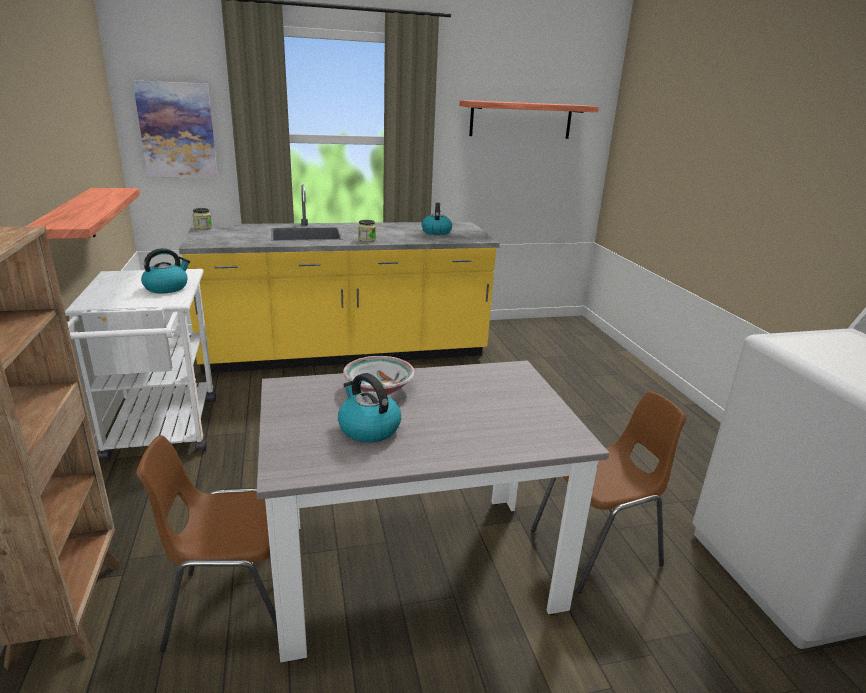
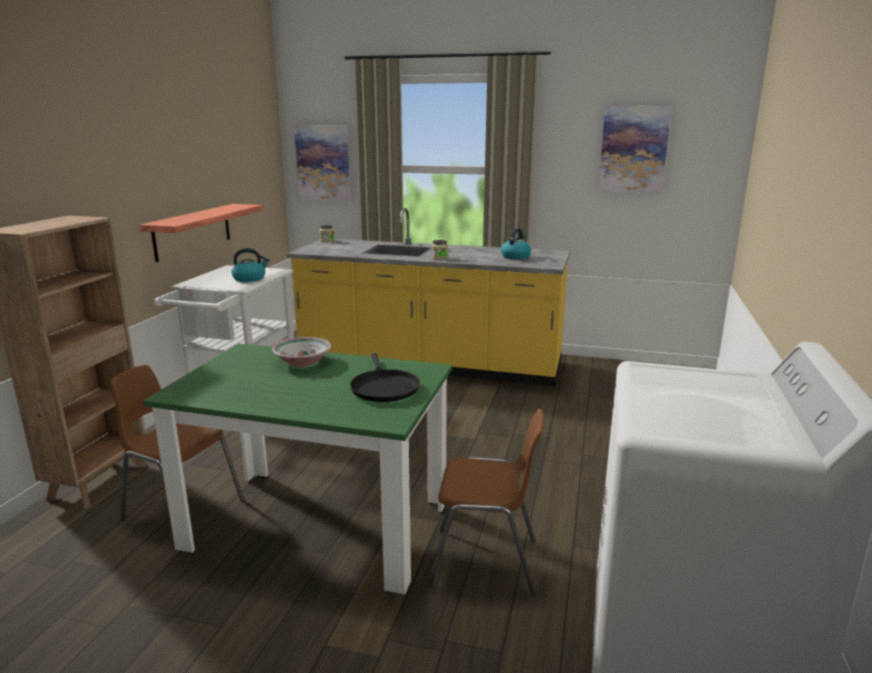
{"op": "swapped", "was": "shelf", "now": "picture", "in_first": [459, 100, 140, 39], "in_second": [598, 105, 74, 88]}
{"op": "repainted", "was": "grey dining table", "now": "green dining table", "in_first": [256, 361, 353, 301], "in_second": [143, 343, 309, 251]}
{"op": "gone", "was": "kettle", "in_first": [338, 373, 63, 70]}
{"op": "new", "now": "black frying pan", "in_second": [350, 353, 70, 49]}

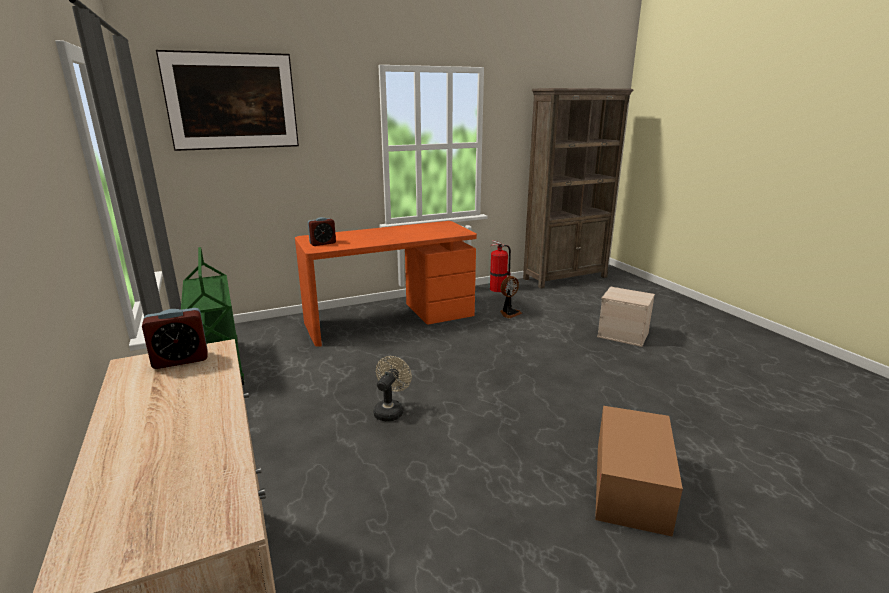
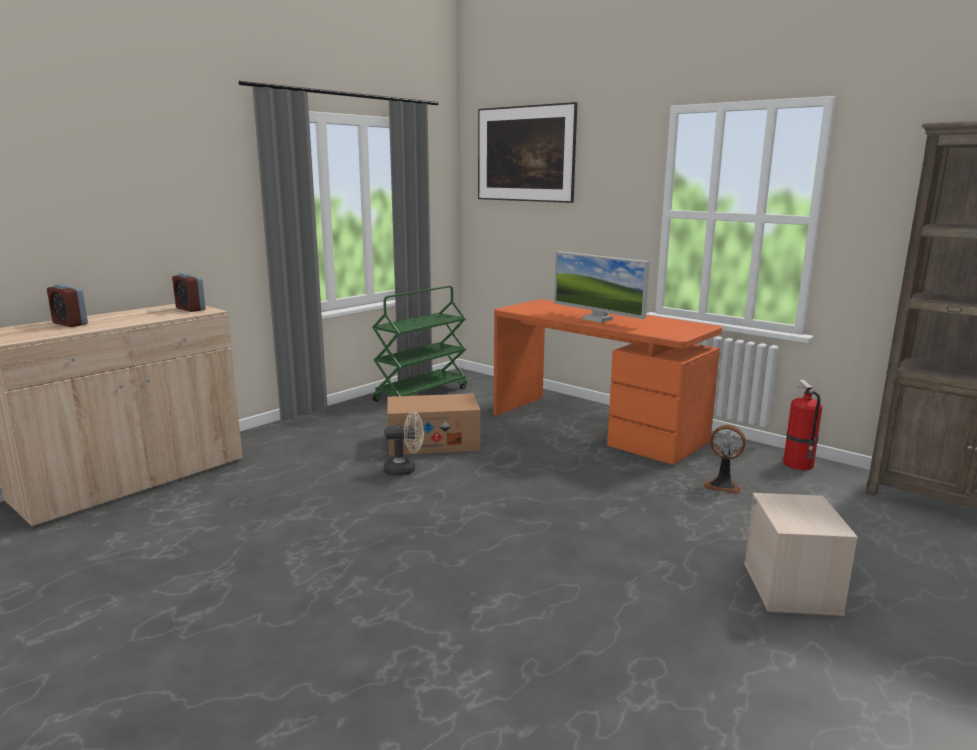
{"op": "shifted", "was": "alarm clock", "in_first": [308, 217, 28, 29], "in_second": [47, 283, 41, 44]}
{"op": "shifted", "was": "cardboard box", "in_first": [595, 406, 88, 131], "in_second": [387, 393, 93, 62]}
{"op": "new", "now": "monitor", "in_second": [554, 251, 96, 72]}

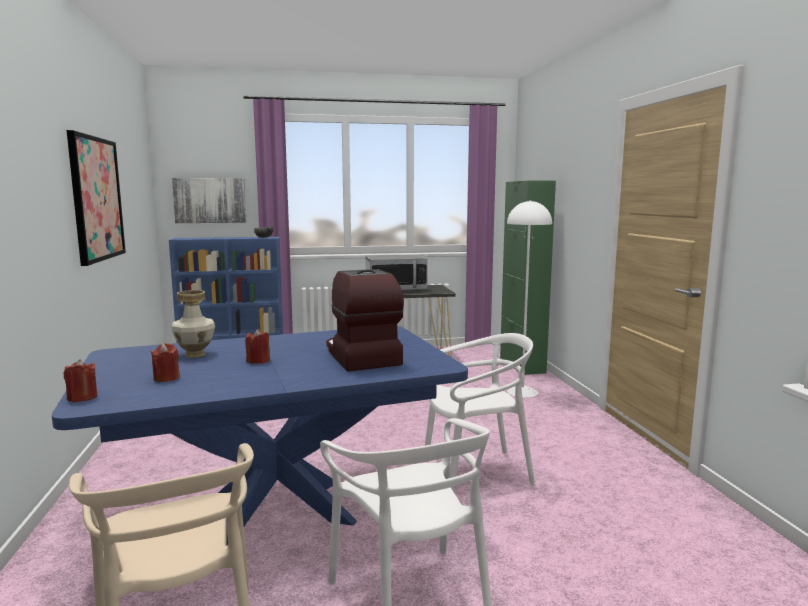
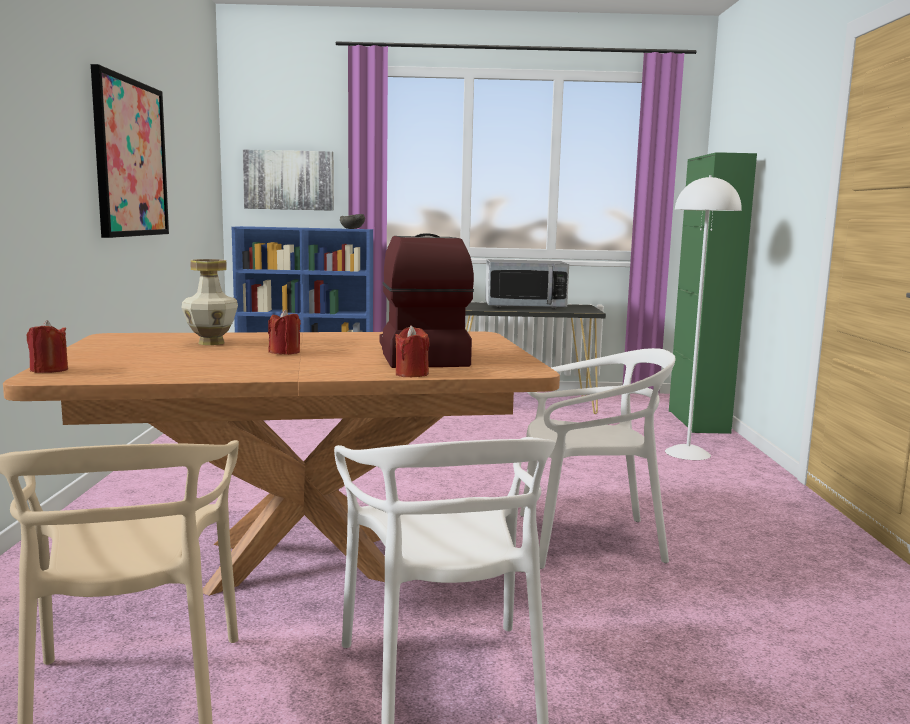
{"op": "repainted", "was": "blue dining table", "now": "brown dining table", "in_first": [52, 326, 416, 219], "in_second": [3, 331, 557, 265]}
{"op": "shifted", "was": "red candle", "in_first": [151, 343, 29, 39], "in_second": [395, 325, 35, 52]}

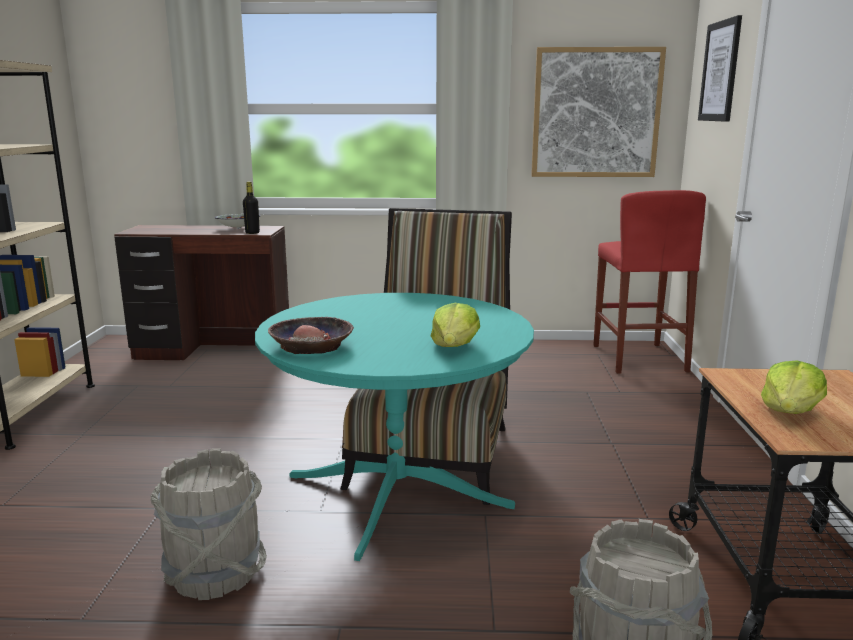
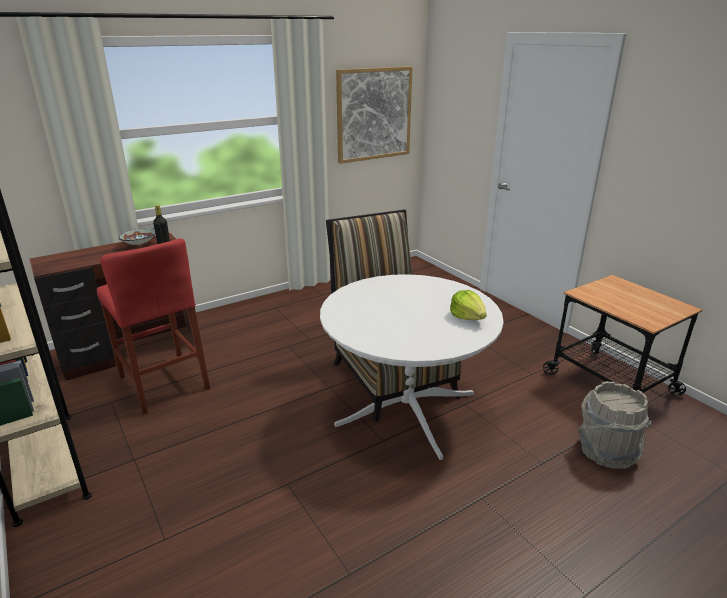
{"op": "gone", "was": "picture", "in_first": [698, 15, 44, 107]}
{"op": "shifted", "was": "red stool", "in_first": [593, 190, 113, 184], "in_second": [97, 238, 113, 177]}
{"op": "repainted", "was": "turquoise dining table", "now": "white dining table", "in_first": [255, 293, 279, 268], "in_second": [320, 274, 184, 186]}
{"op": "gone", "was": "bowl", "in_first": [268, 317, 86, 37]}
{"op": "gone", "was": "lettuce", "in_first": [761, 360, 66, 54]}
{"op": "gone", "was": "grey bucket", "in_first": [151, 448, 116, 152]}

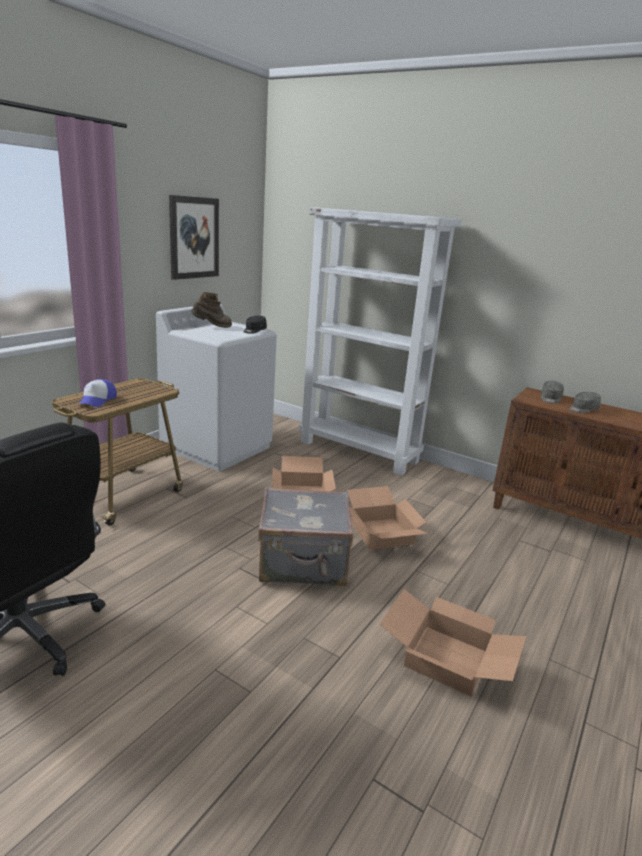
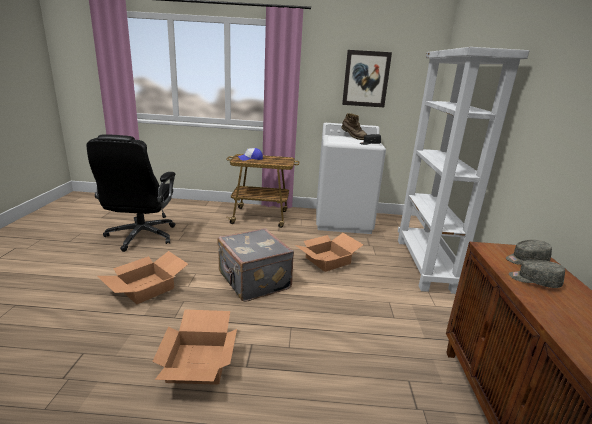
{"op": "shifted", "was": "cardboard box", "in_first": [347, 486, 81, 64], "in_second": [97, 251, 91, 53]}

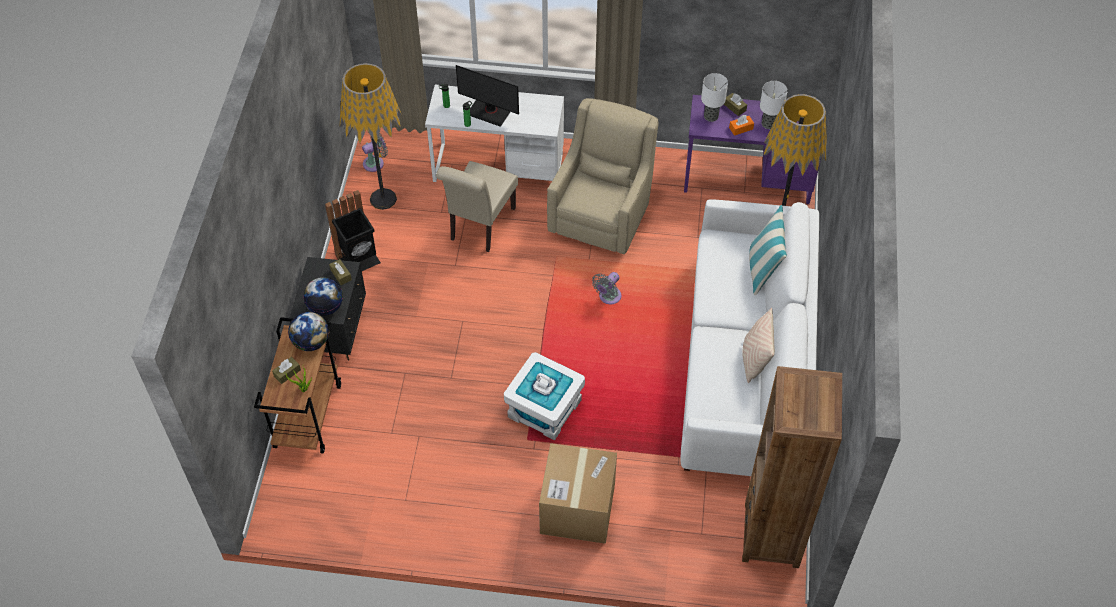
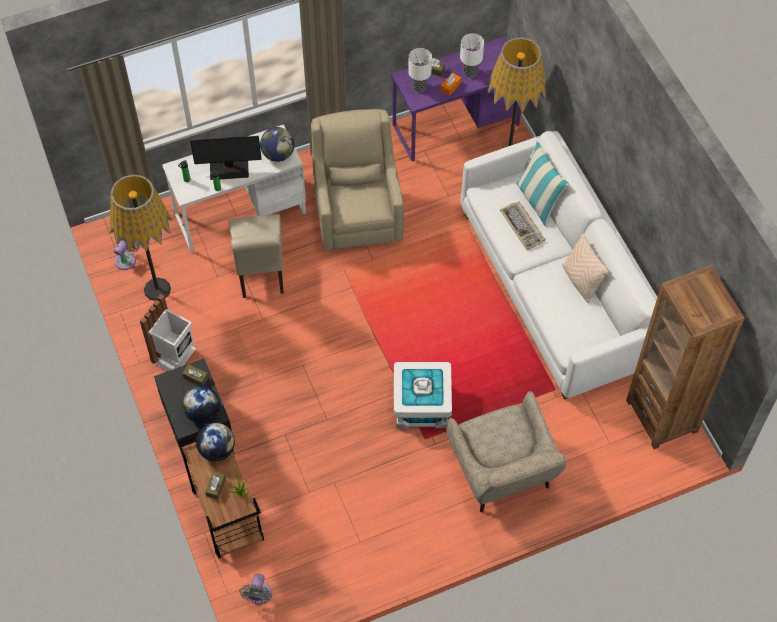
{"op": "repainted", "was": "black trash can", "now": "white trash can", "in_first": [325, 190, 56, 81], "in_second": [140, 294, 56, 77]}
{"op": "shifted", "was": "grey fan", "in_first": [592, 272, 29, 32], "in_second": [239, 574, 33, 31]}
{"op": "swapped", "was": "cardboard box", "now": "beige armchair", "in_first": [539, 443, 78, 101], "in_second": [446, 391, 120, 121]}
{"op": "new", "now": "globe", "in_second": [260, 127, 34, 35]}
{"op": "new", "now": "keyboard", "in_second": [500, 202, 45, 48]}

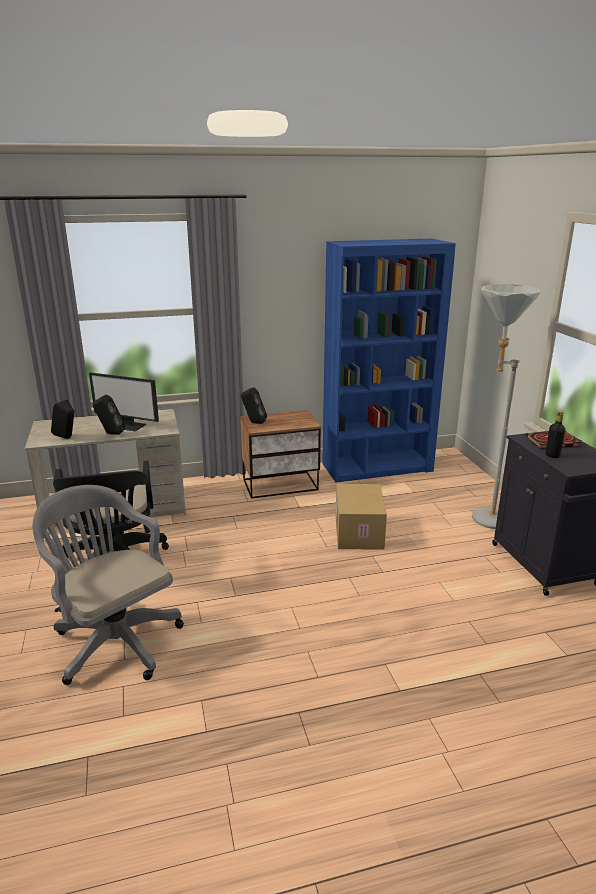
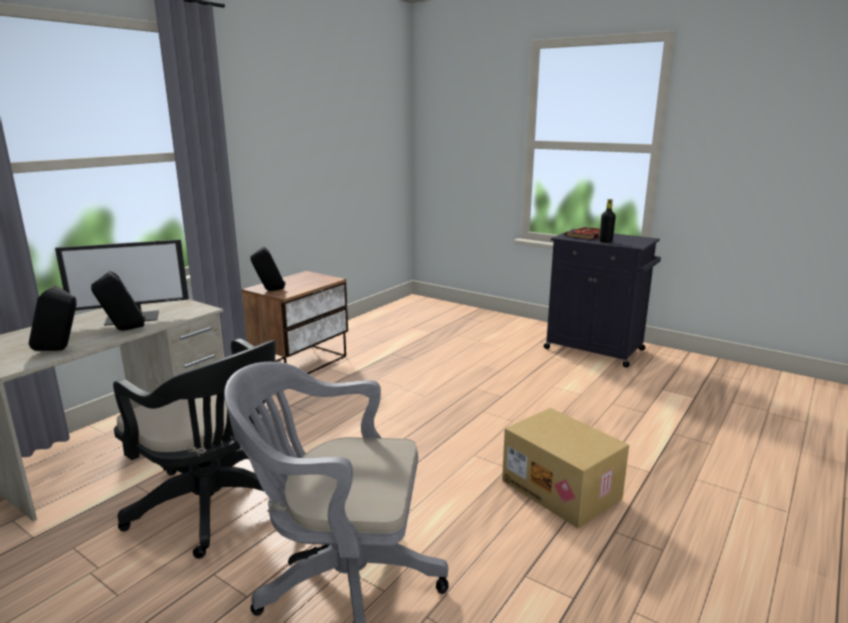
{"op": "gone", "was": "blue bookcase", "in_first": [322, 239, 134, 244]}
{"op": "gone", "was": "grey floor lamp", "in_first": [472, 284, 69, 245]}
{"op": "shifted", "was": "cardboard box", "in_first": [336, 484, 51, 66], "in_second": [502, 408, 127, 120]}

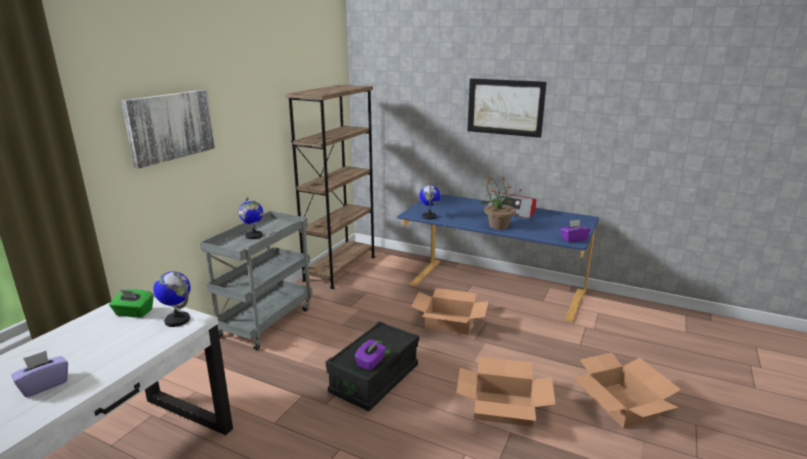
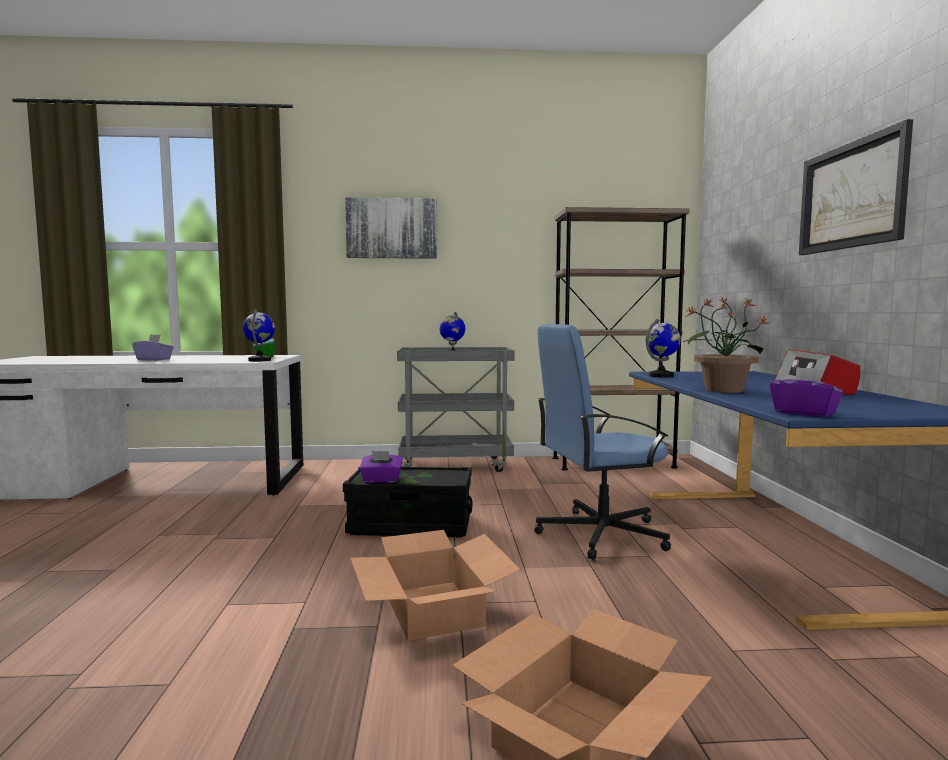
{"op": "swapped", "was": "cardboard box", "now": "blue office chair", "in_first": [411, 288, 78, 47], "in_second": [534, 324, 137, 236]}

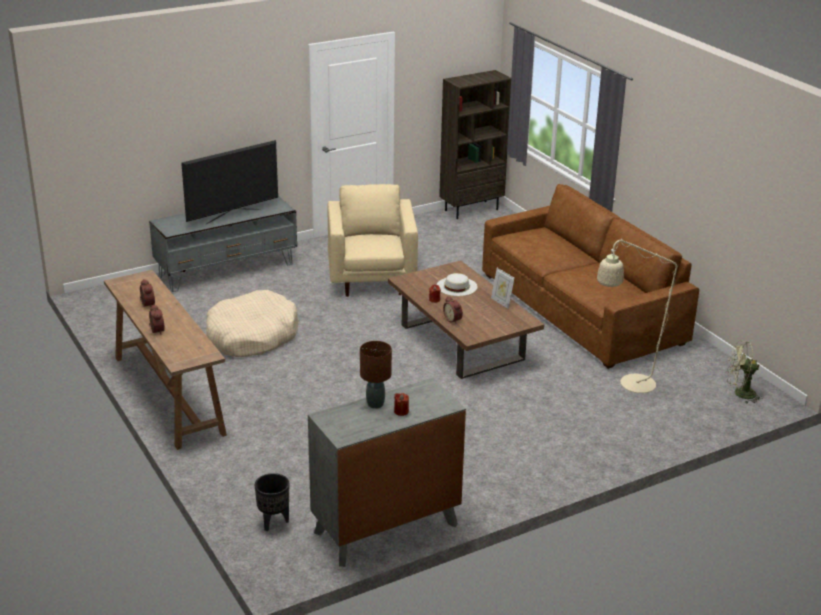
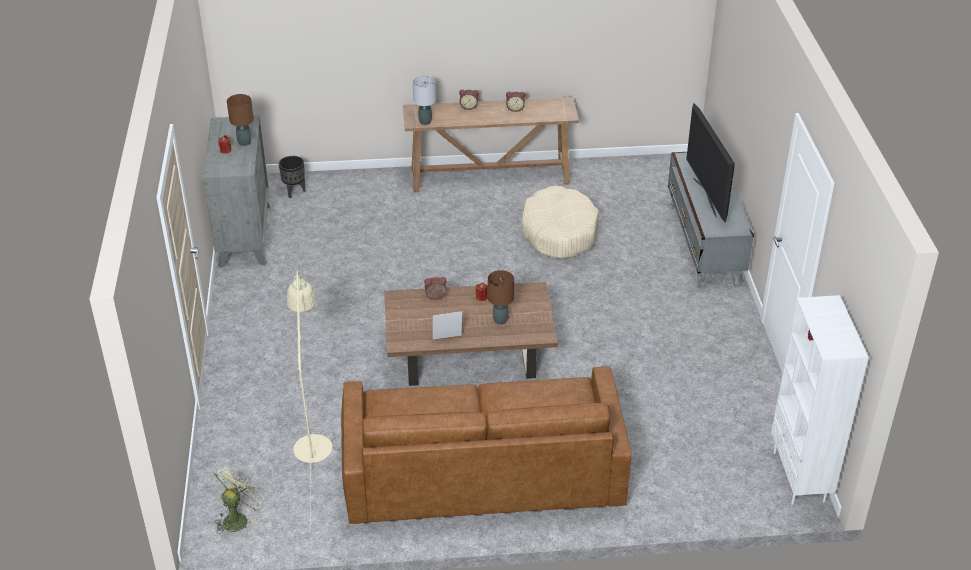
{"op": "repainted", "was": "brown bookcase", "now": "white bookcase", "in_first": [439, 70, 72, 149], "in_second": [771, 295, 98, 210]}
{"op": "gone", "was": "beige armchair", "in_first": [327, 184, 91, 113]}
{"op": "swapped", "was": "white hat", "now": "brown table lamp", "in_first": [437, 273, 41, 23], "in_second": [488, 270, 26, 55]}
{"op": "new", "now": "grey table lamp", "in_second": [413, 76, 23, 49]}

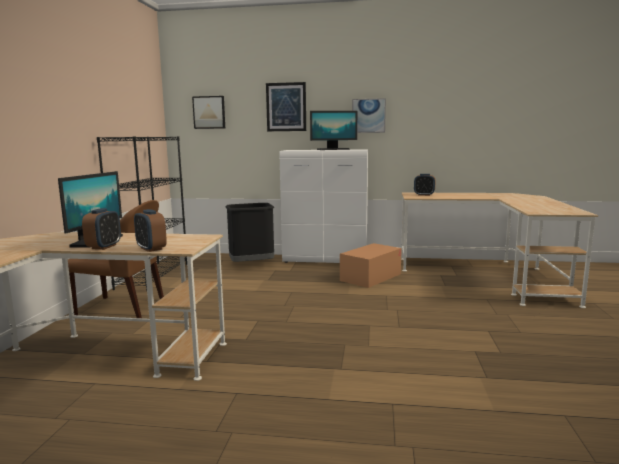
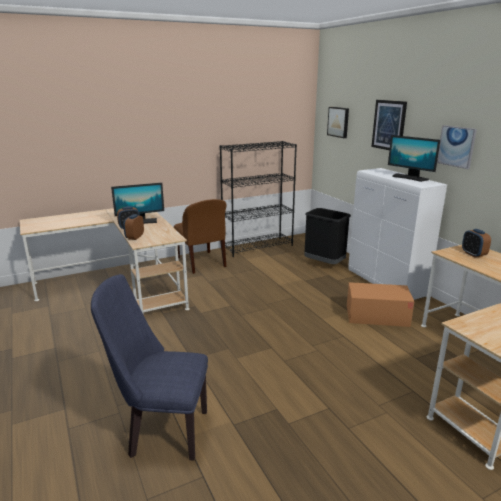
{"op": "new", "now": "blue chair", "in_second": [91, 274, 117, 187]}

